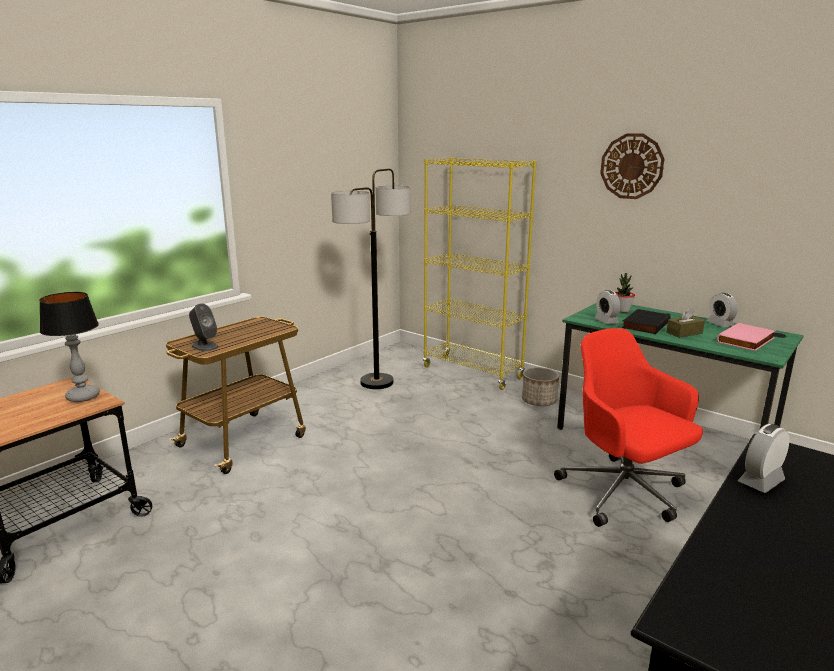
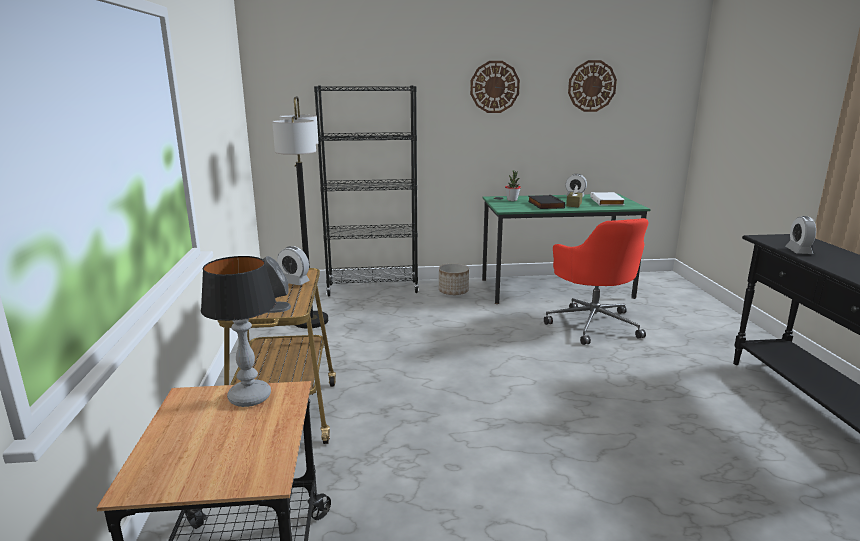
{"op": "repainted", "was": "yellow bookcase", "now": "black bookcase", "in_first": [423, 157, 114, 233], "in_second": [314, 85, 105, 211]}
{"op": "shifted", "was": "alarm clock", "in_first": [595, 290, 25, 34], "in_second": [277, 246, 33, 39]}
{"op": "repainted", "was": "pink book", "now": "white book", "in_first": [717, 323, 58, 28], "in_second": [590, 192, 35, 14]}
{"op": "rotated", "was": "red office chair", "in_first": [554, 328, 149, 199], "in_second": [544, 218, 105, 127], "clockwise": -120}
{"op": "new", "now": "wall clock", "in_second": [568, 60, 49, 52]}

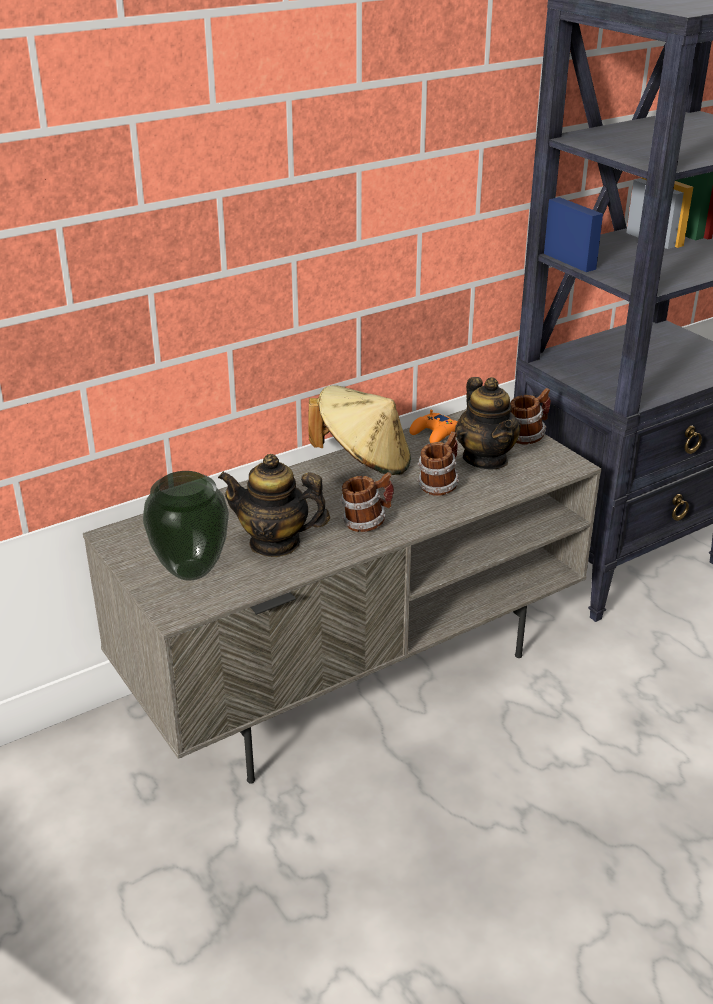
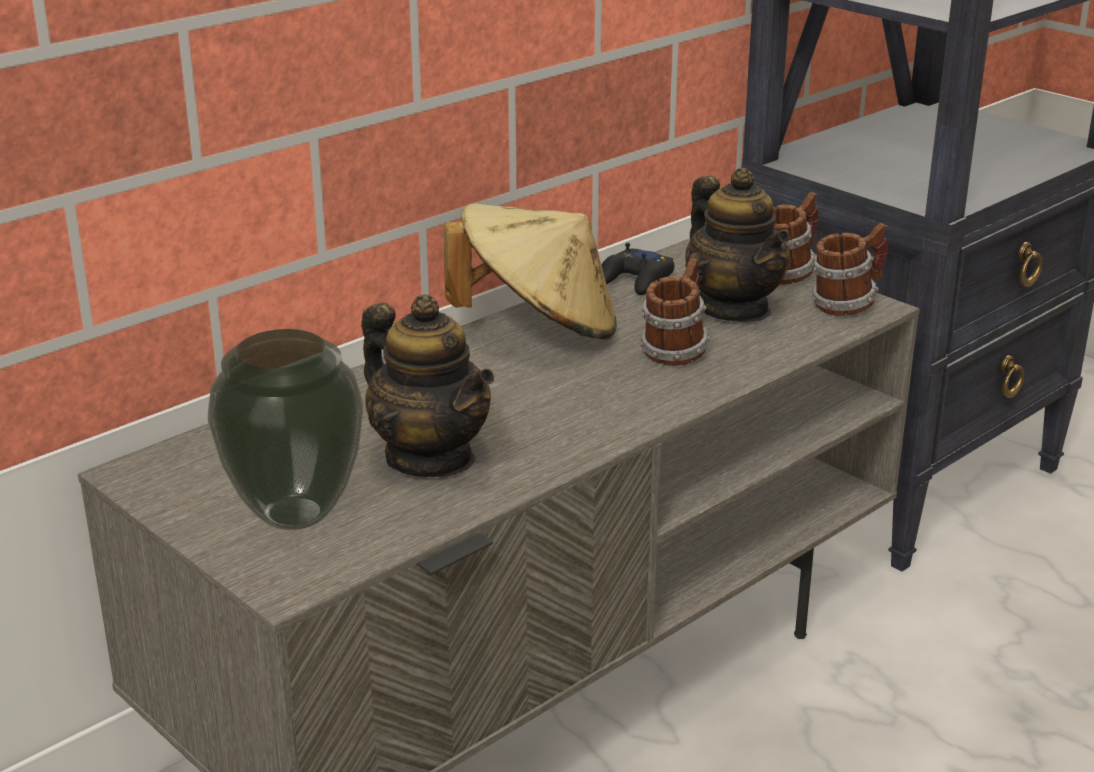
{"op": "repainted", "was": "orange game controller", "now": "black game controller", "in_first": [409, 410, 49, 33], "in_second": [601, 243, 74, 52]}
{"op": "rotated", "was": "teapot", "in_first": [218, 454, 112, 103], "in_second": [361, 294, 133, 183], "clockwise": -135}
{"op": "shifted", "was": "mug", "in_first": [340, 472, 54, 60], "in_second": [812, 223, 76, 93]}

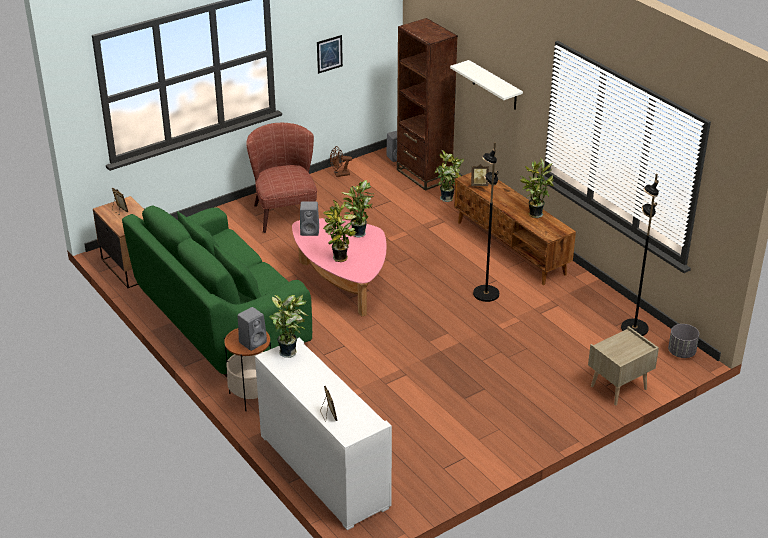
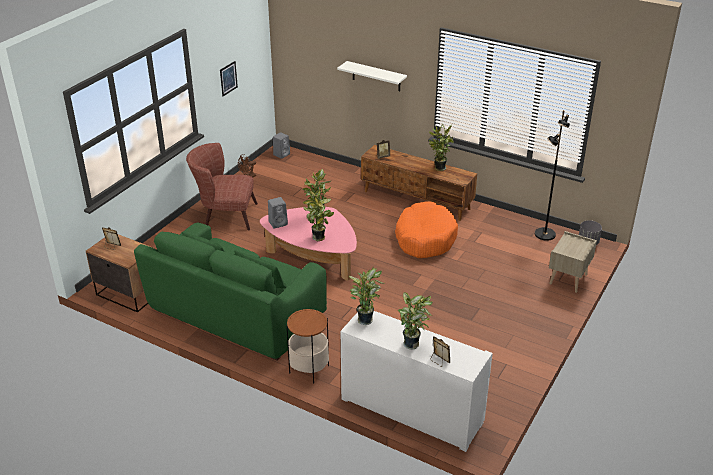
{"op": "gone", "was": "brown bookcase", "in_first": [397, 18, 61, 173]}
{"op": "rotated", "was": "brown armchair", "in_first": [246, 123, 71, 110], "in_second": [186, 143, 72, 87], "clockwise": -45}
{"op": "swapped", "was": "black floor lamp", "now": "orange dog bed", "in_first": [473, 142, 26, 160], "in_second": [395, 201, 63, 57]}
{"op": "shifted", "was": "potted plant", "in_first": [435, 150, 29, 52], "in_second": [398, 292, 35, 58]}
{"op": "gone", "was": "grey speaker", "in_first": [237, 307, 30, 44]}

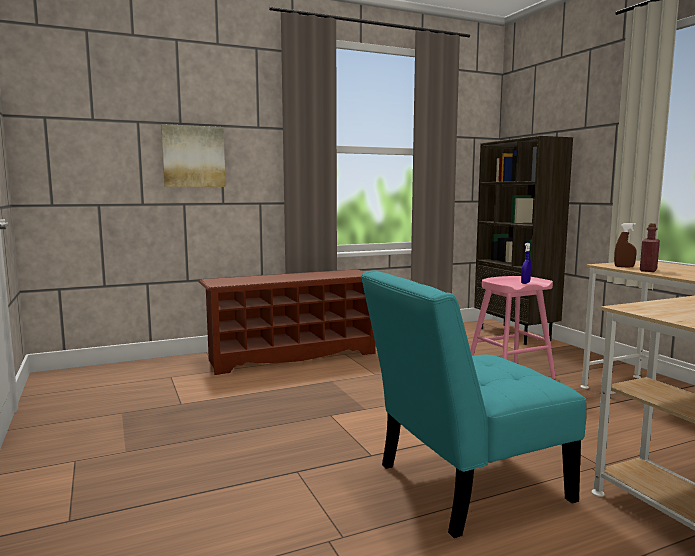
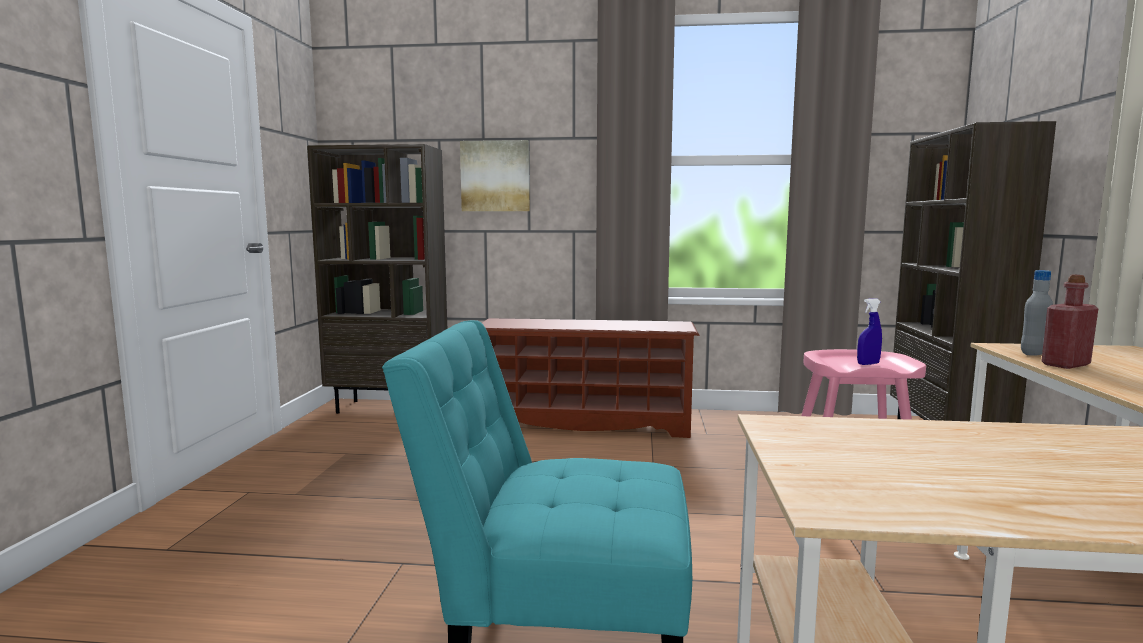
{"op": "swapped", "was": "brown spray bottle", "now": "grey bottle", "in_first": [614, 223, 23, 45], "in_second": [1021, 270, 32, 86]}
{"op": "new", "now": "brown bookcase", "in_second": [307, 144, 140, 270]}

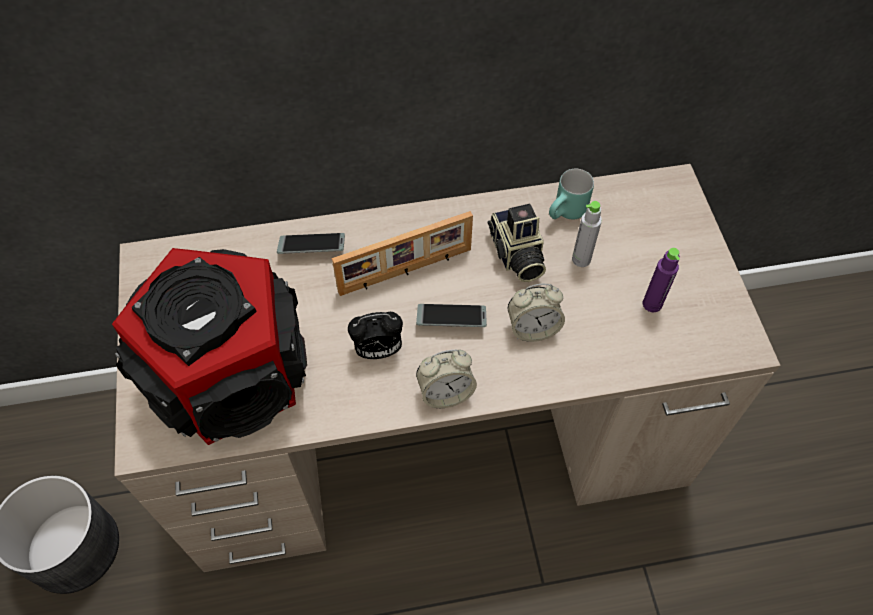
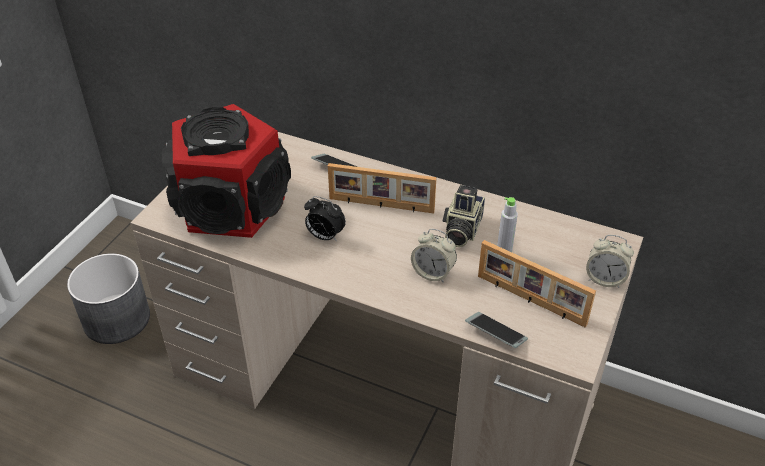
{"op": "gone", "was": "turquoise mug", "in_first": [549, 169, 45, 50]}
{"op": "swapped", "was": "purple bottle", "now": "picture frame", "in_first": [643, 248, 37, 64], "in_second": [478, 240, 118, 87]}
{"op": "shifted", "was": "phone", "in_first": [416, 304, 71, 23], "in_second": [465, 312, 63, 36]}
{"op": "shifted", "was": "alarm clock", "in_first": [416, 350, 61, 58], "in_second": [586, 235, 48, 53]}

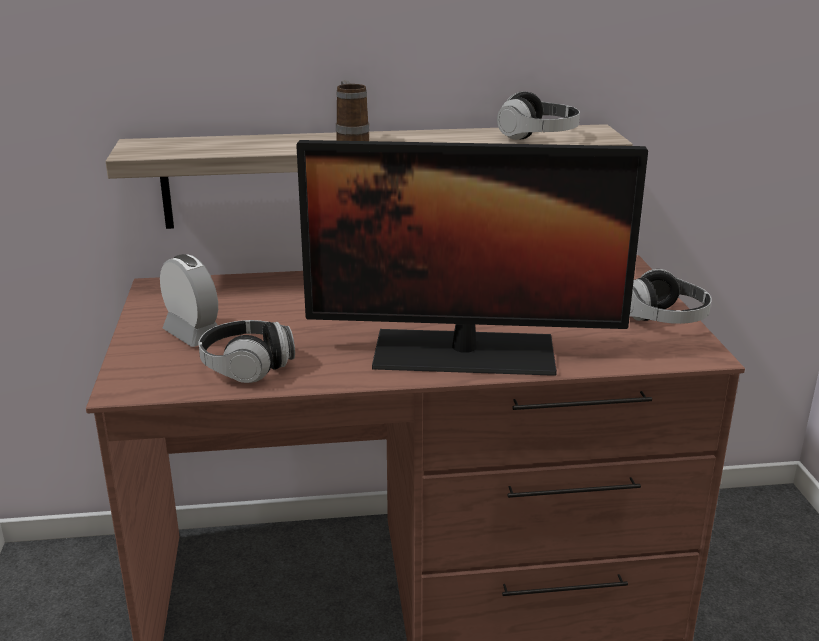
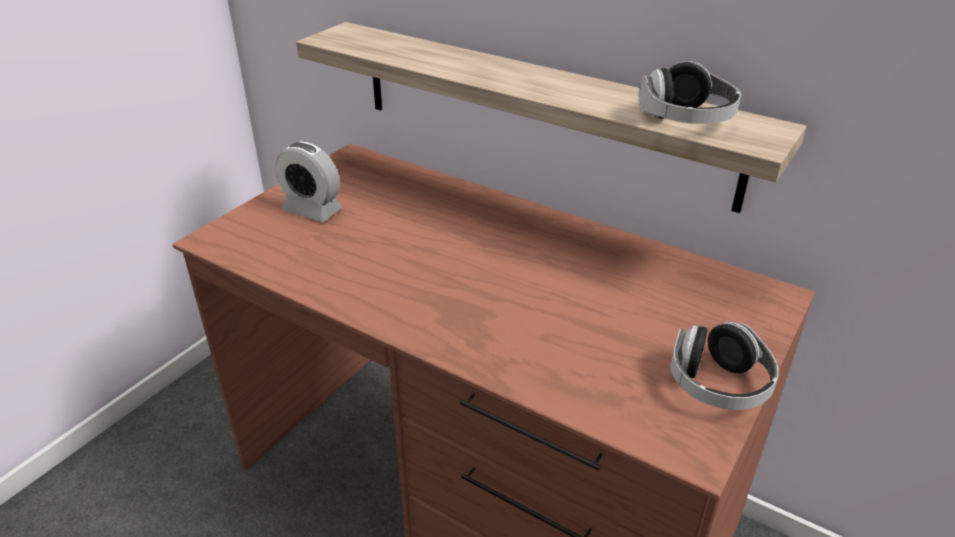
{"op": "gone", "was": "mug", "in_first": [336, 80, 33, 61]}
{"op": "gone", "was": "monitor", "in_first": [296, 140, 352, 236]}
{"op": "rotated", "was": "alarm clock", "in_first": [160, 254, 58, 93], "in_second": [275, 141, 67, 81], "clockwise": 120}
{"op": "gone", "was": "headphones", "in_first": [198, 320, 97, 63]}

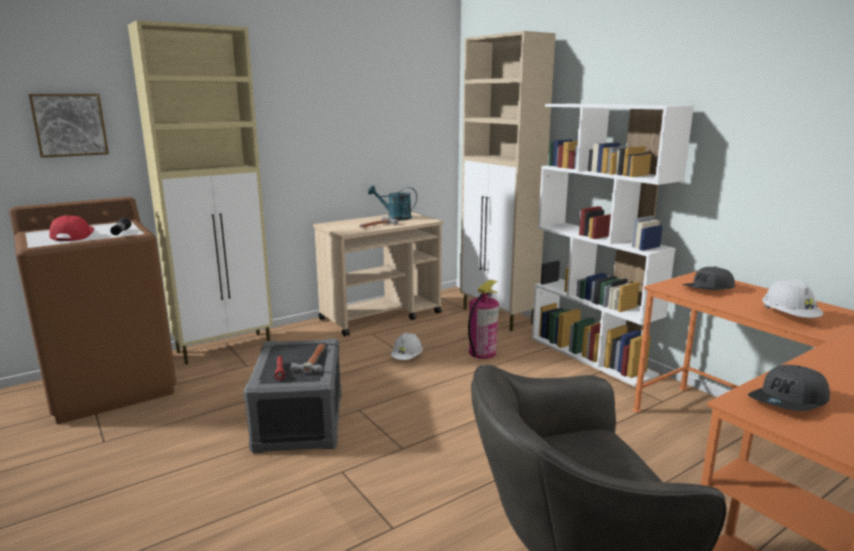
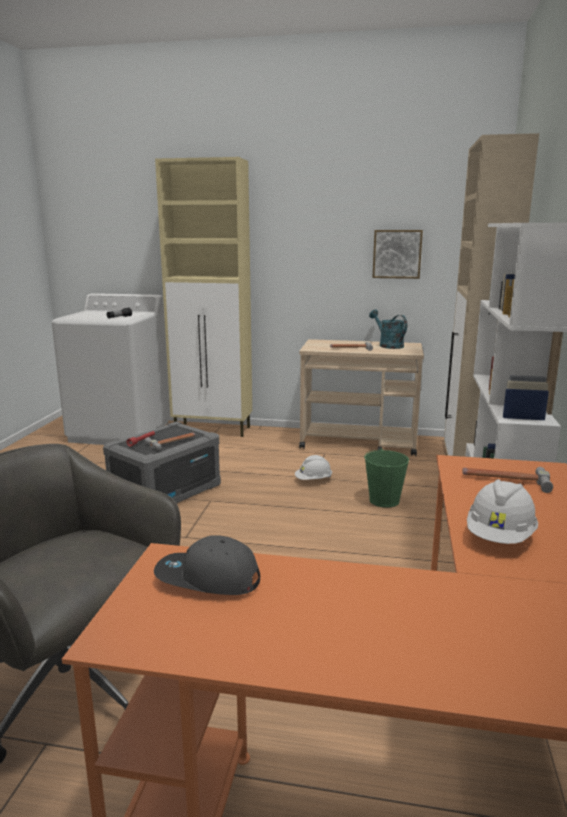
{"op": "shifted", "was": "picture", "in_first": [29, 94, 80, 64], "in_second": [372, 230, 51, 49]}
{"op": "repainted", "was": "brown washing machine", "now": "white washing machine", "in_first": [9, 197, 167, 227], "in_second": [52, 293, 118, 152]}
{"op": "gone", "was": "red cap", "in_first": [49, 216, 45, 25]}
{"op": "swapped", "was": "grey cap", "now": "hammer", "in_first": [682, 266, 53, 24], "in_second": [463, 467, 90, 26]}
{"op": "swapped", "was": "fire extinguisher", "now": "green bucket", "in_first": [468, 280, 31, 79], "in_second": [364, 448, 45, 60]}

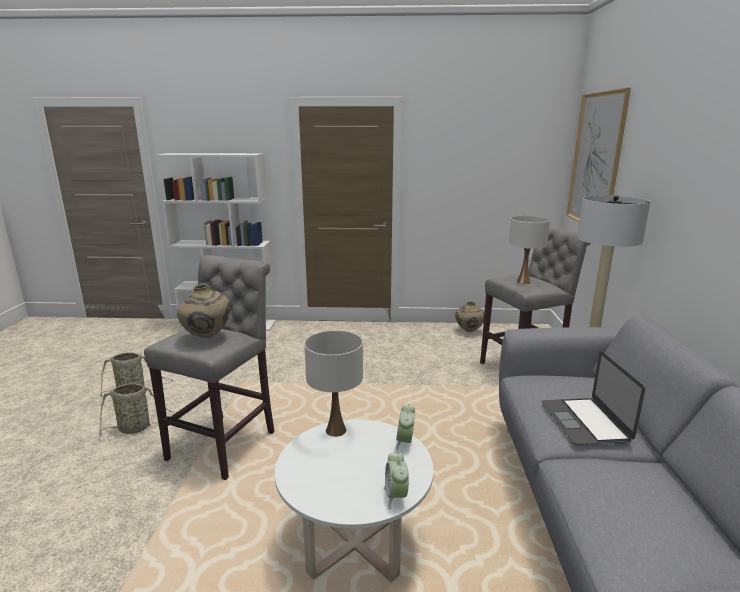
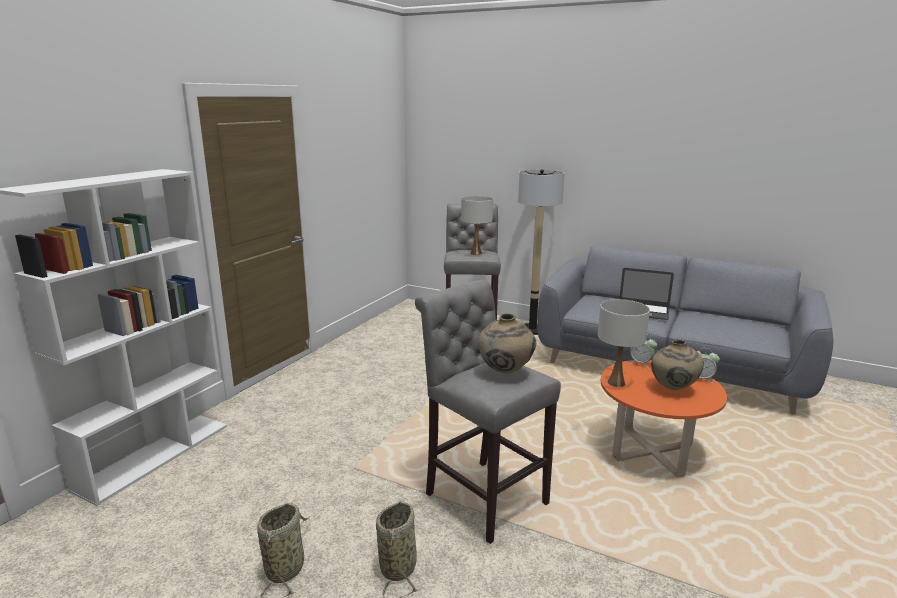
{"op": "gone", "was": "picture", "in_first": [566, 88, 65, 134]}
{"op": "shifted", "was": "beige vase", "in_first": [455, 302, 29, 30], "in_second": [651, 340, 53, 50]}
{"op": "repainted", "was": "white coffee table", "now": "orange coffee table", "in_first": [275, 419, 159, 163], "in_second": [601, 360, 126, 118]}

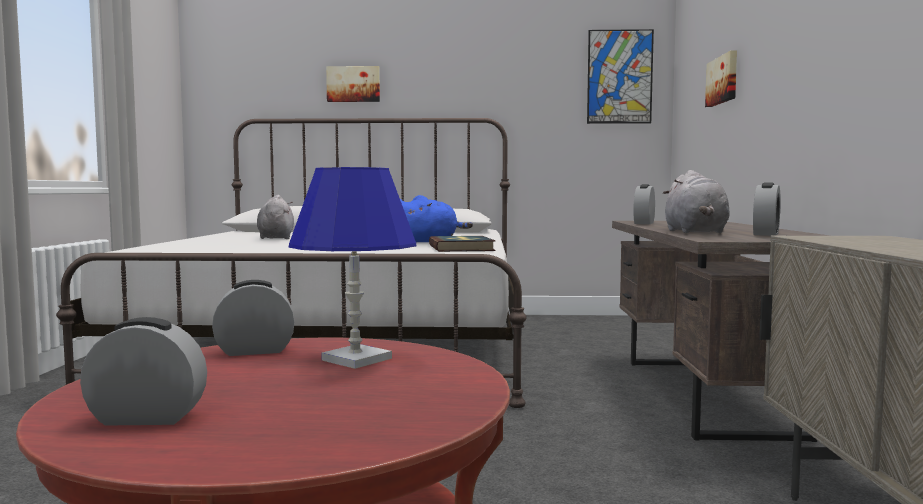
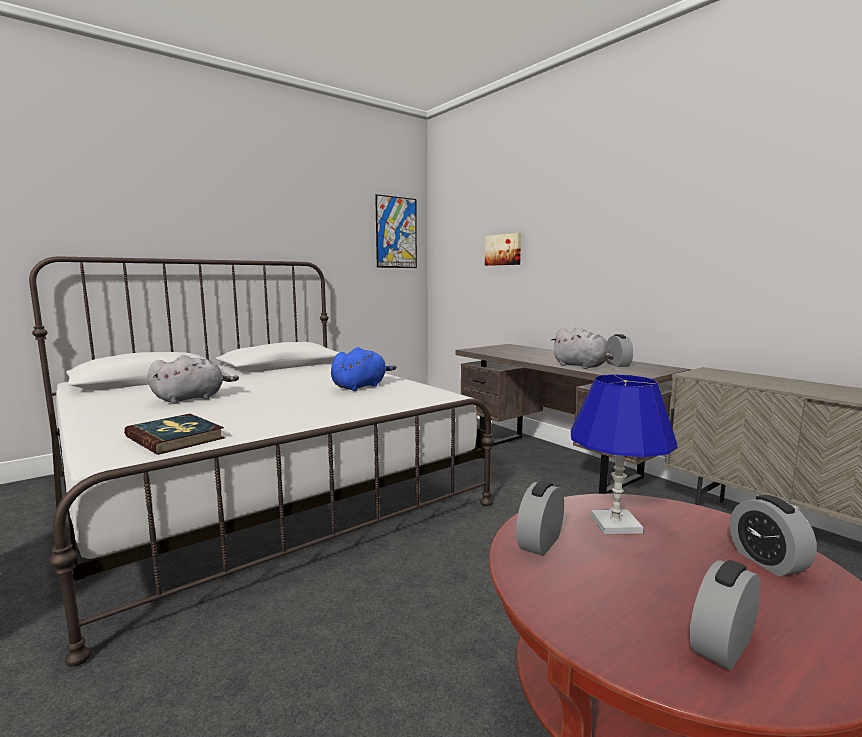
{"op": "gone", "was": "picture", "in_first": [326, 66, 54, 36]}
{"op": "shifted", "was": "alarm clock", "in_first": [633, 184, 22, 40], "in_second": [730, 495, 87, 82]}
{"op": "rotated", "was": "grey plush toy", "in_first": [257, 195, 37, 44], "in_second": [147, 355, 92, 49], "clockwise": 105}
{"op": "shifted", "was": "book", "in_first": [429, 236, 66, 16], "in_second": [124, 414, 101, 41]}

